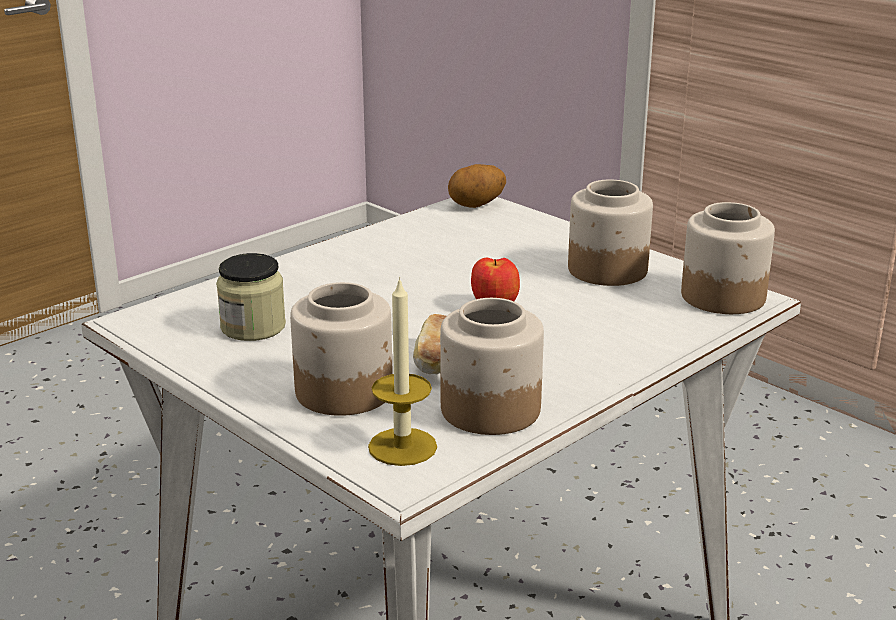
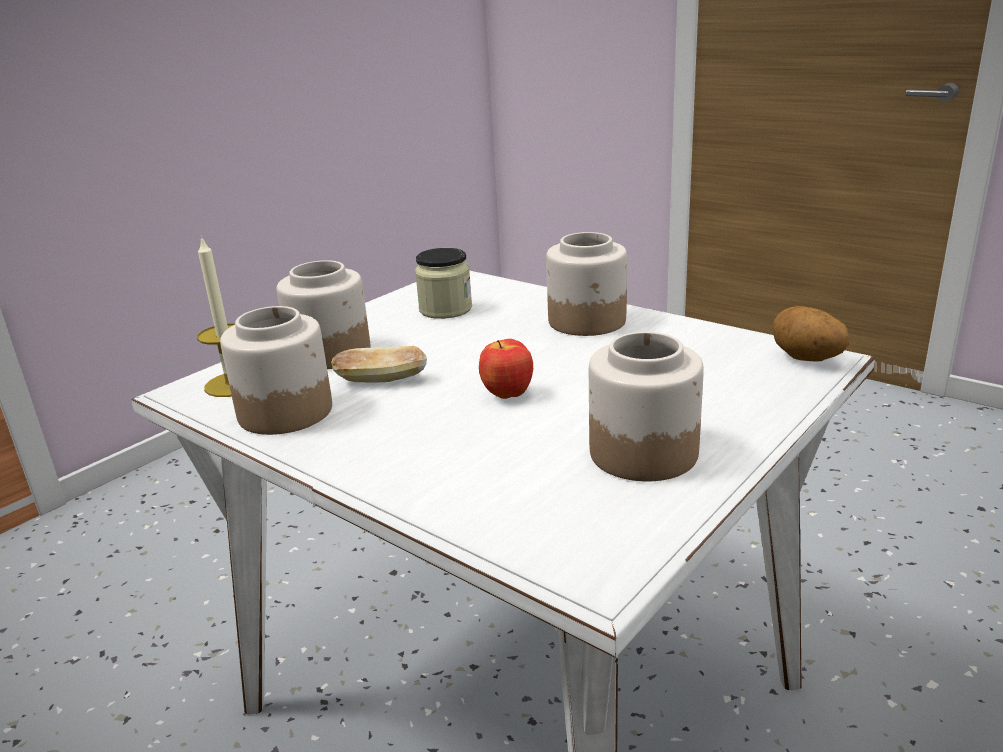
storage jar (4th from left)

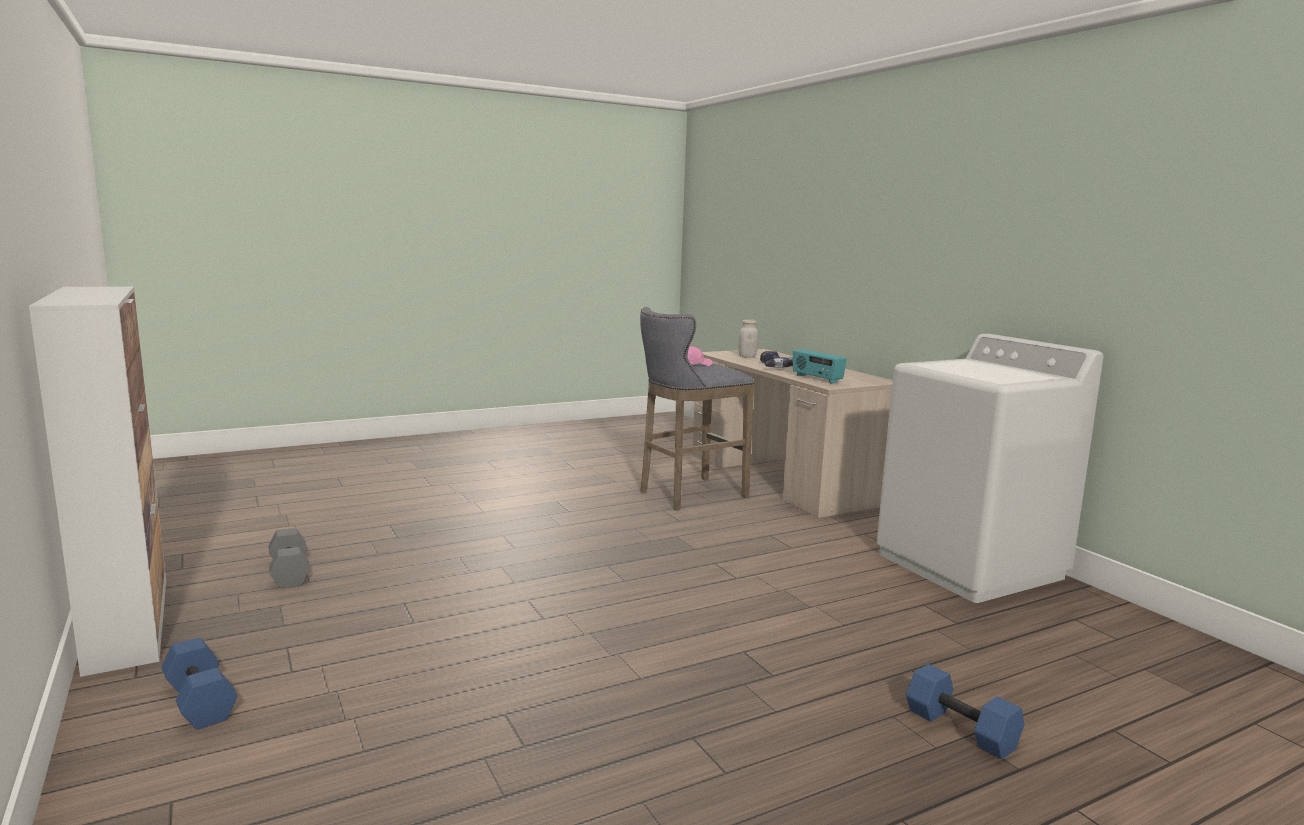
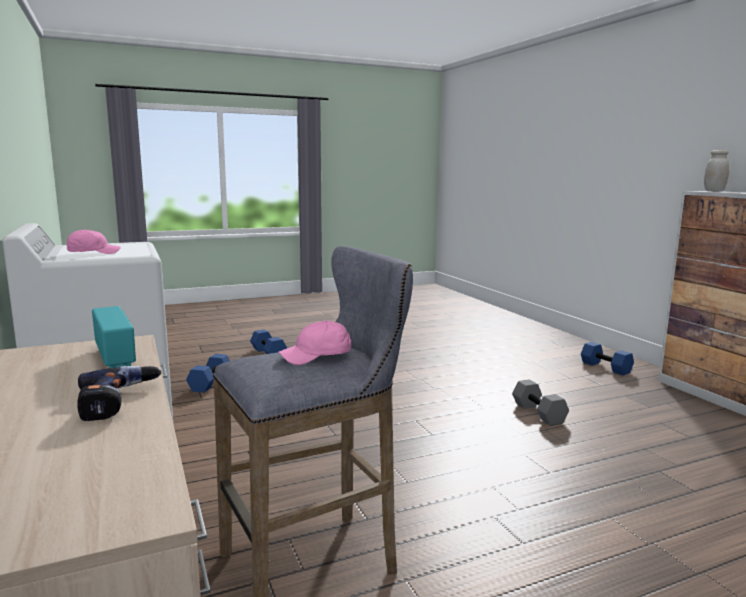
white-coloured storage jar
greyish hand weight
pink cap (1st from left)
bluish hand weight (1st from left)

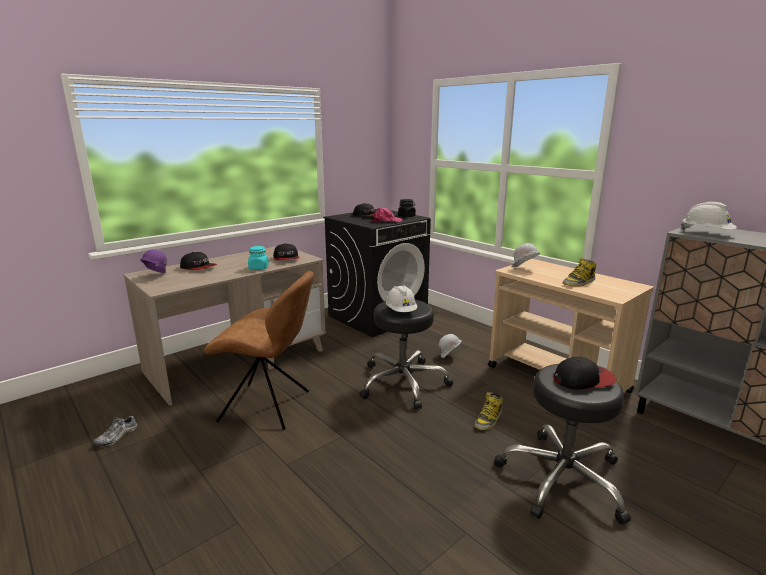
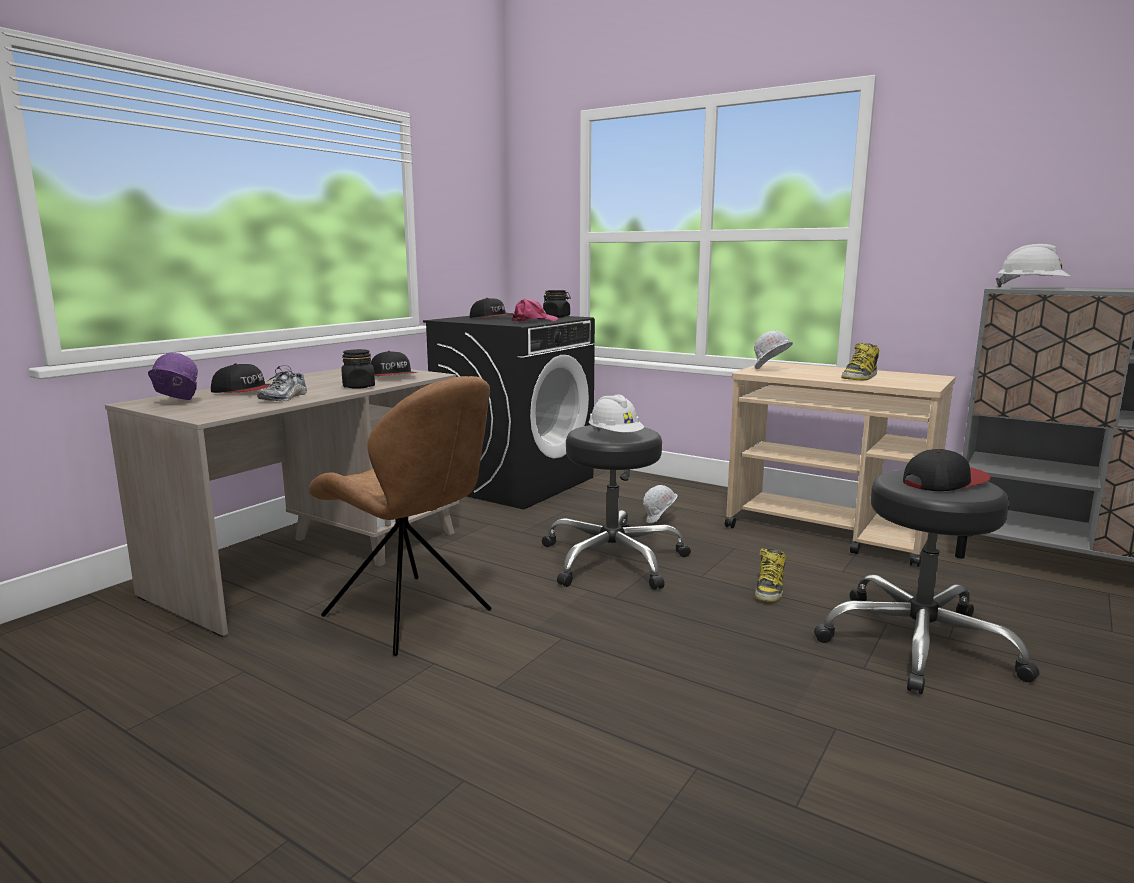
black-coloured storage jar (1st from left)
brown upright chair
item of footwear

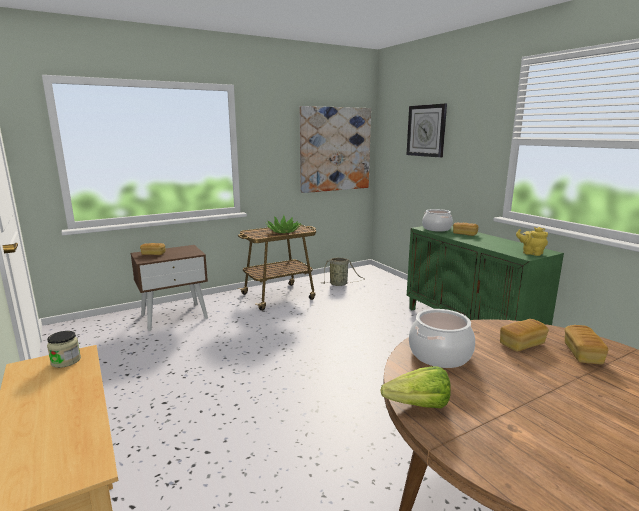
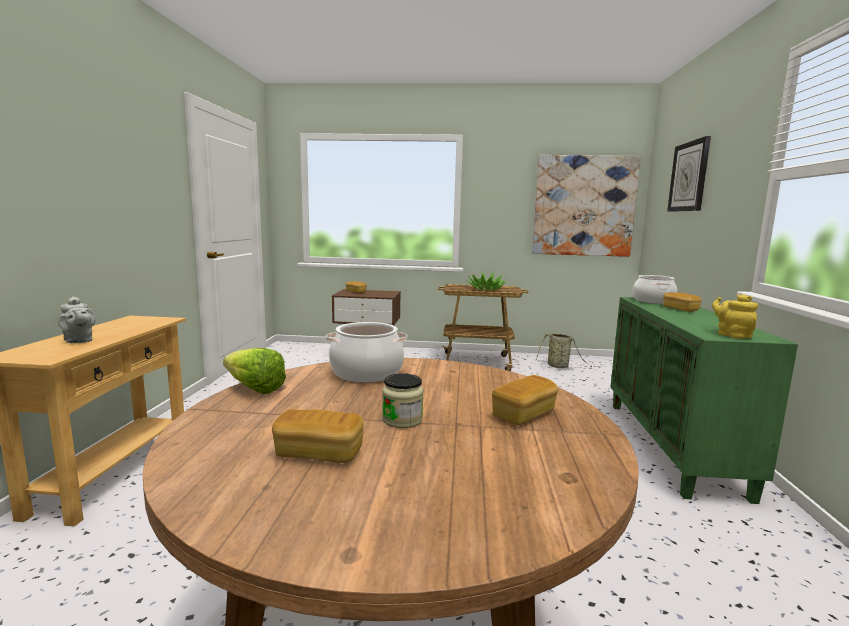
baked bread (1st from left)
storage jar
greyish teapot

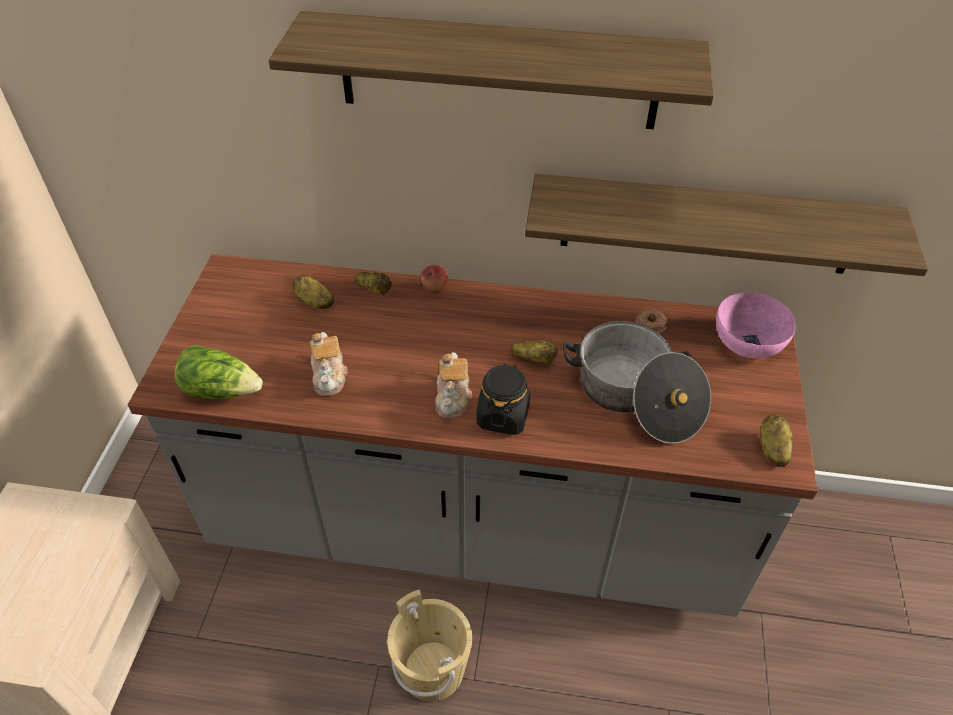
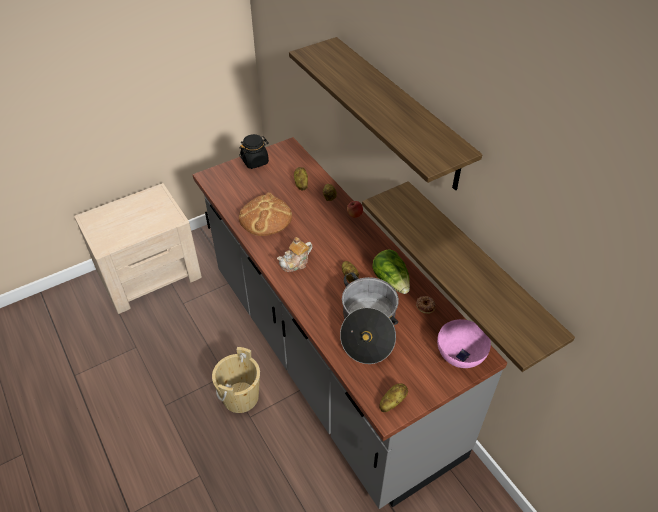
baked bread
head of lettuce
black-coloured storage jar

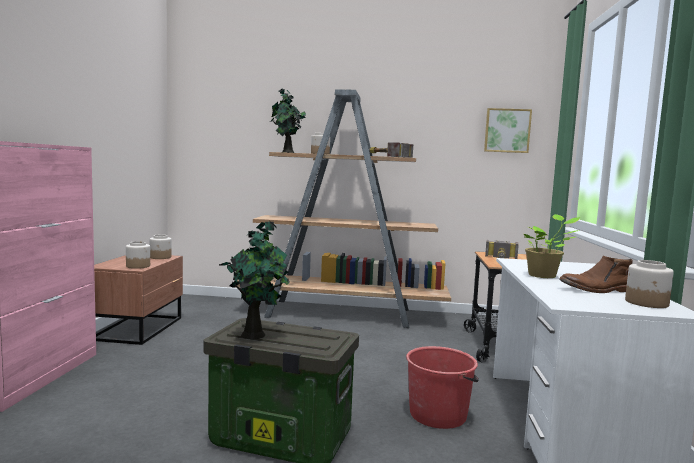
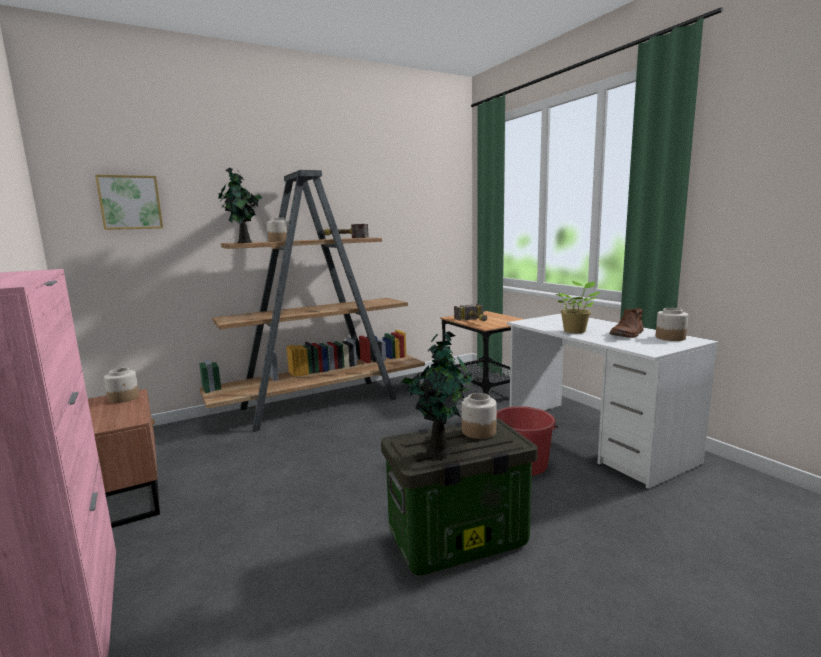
picture
storage jar (3rd from left)

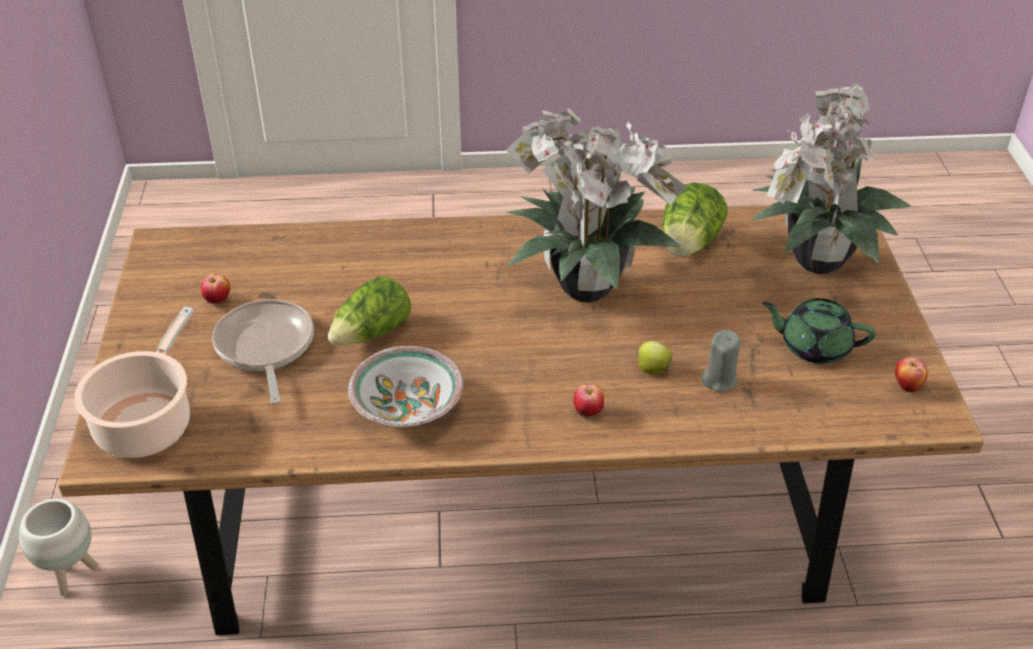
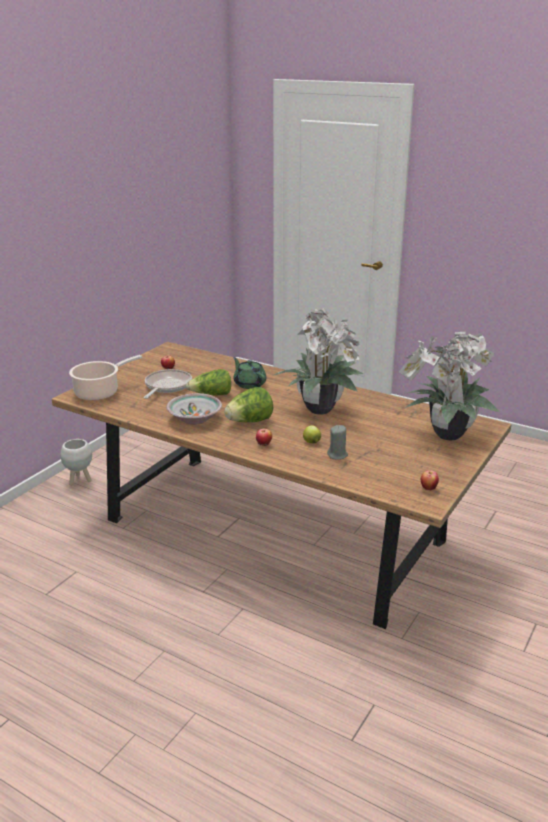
head of lettuce (2nd from left)
greenish teapot

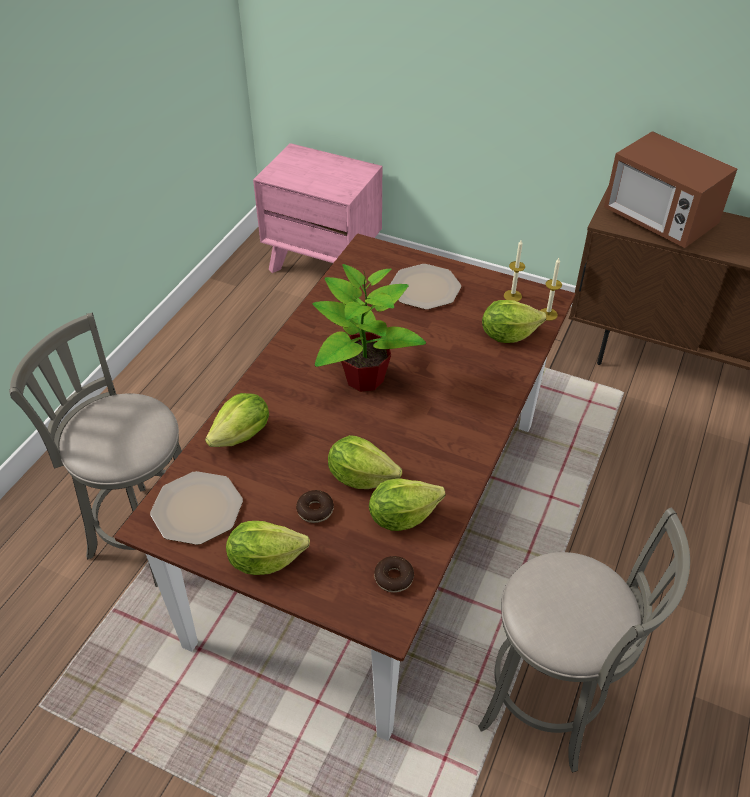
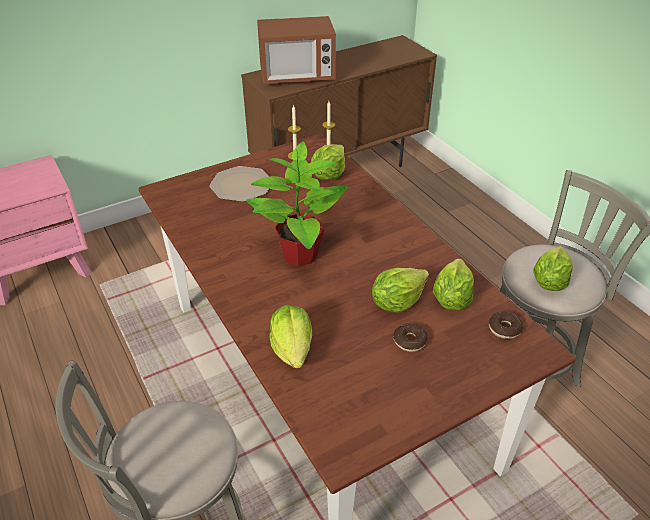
flat dish (1st from left in the first image)
head of lettuce (5th from left)

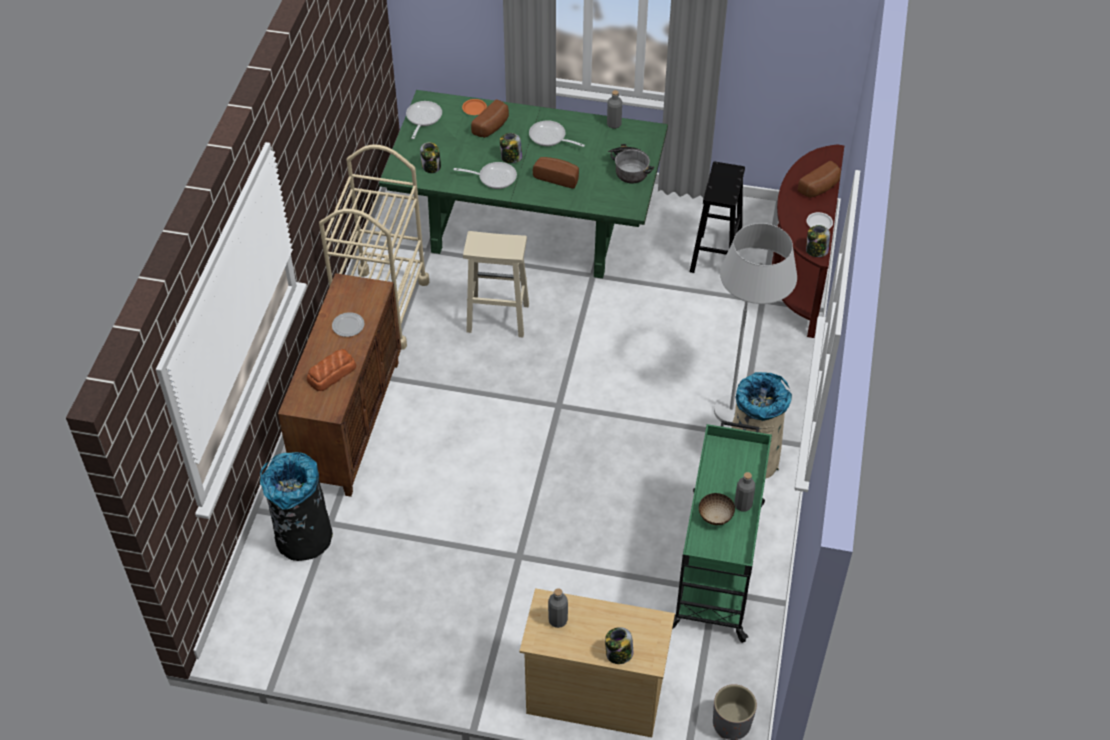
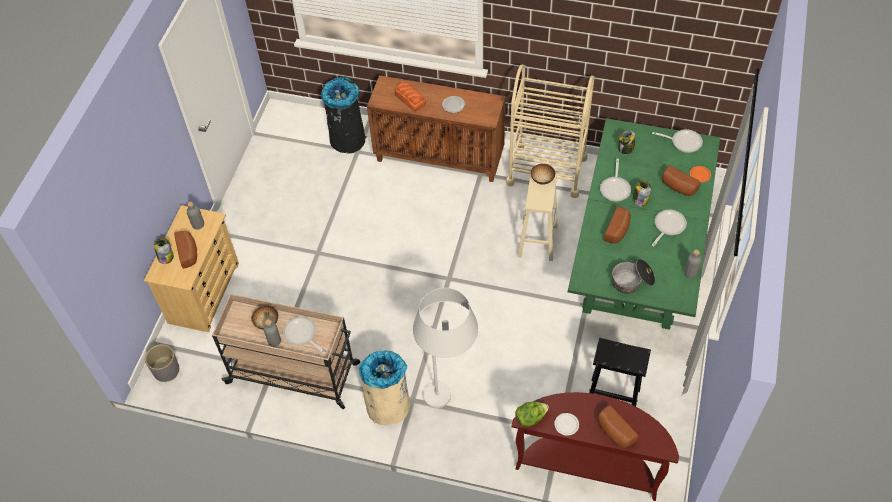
head of lettuce
beige wheeled cart (1st from left)
bowl (2nd from left)
baked bread (1st from left)
frying pan (1st from left)

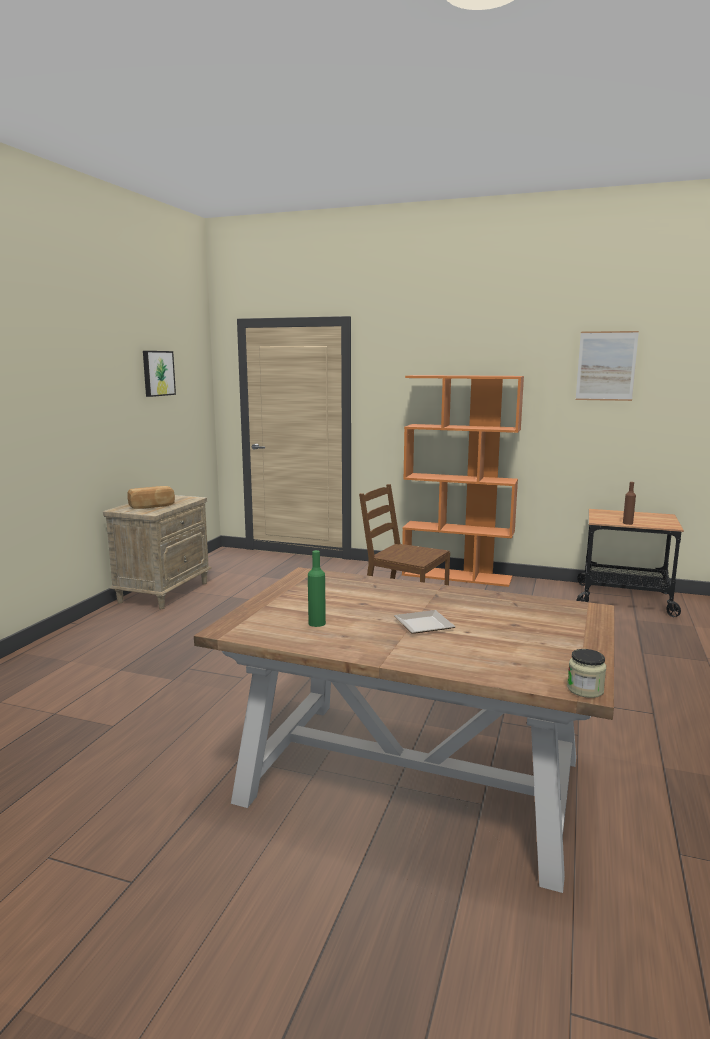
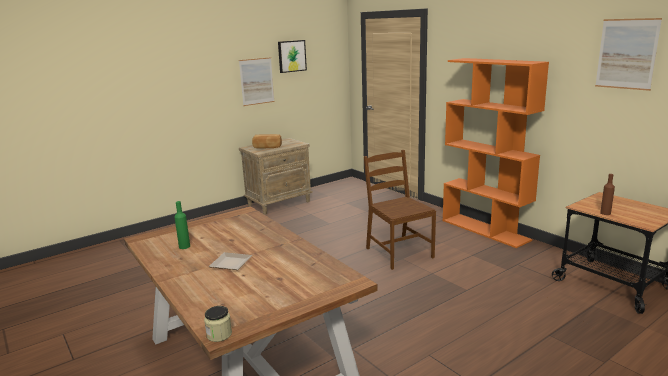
picture (1st from left)

